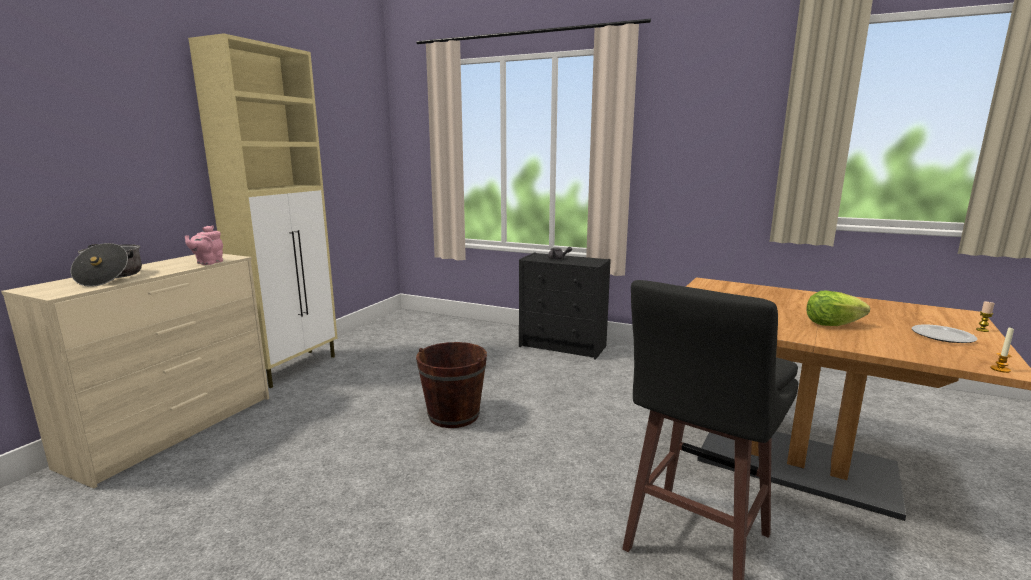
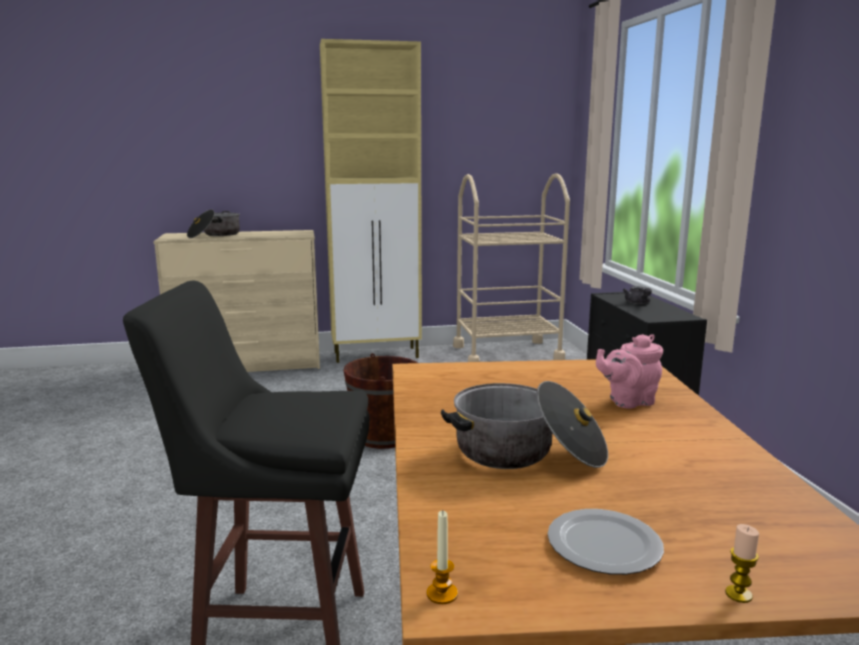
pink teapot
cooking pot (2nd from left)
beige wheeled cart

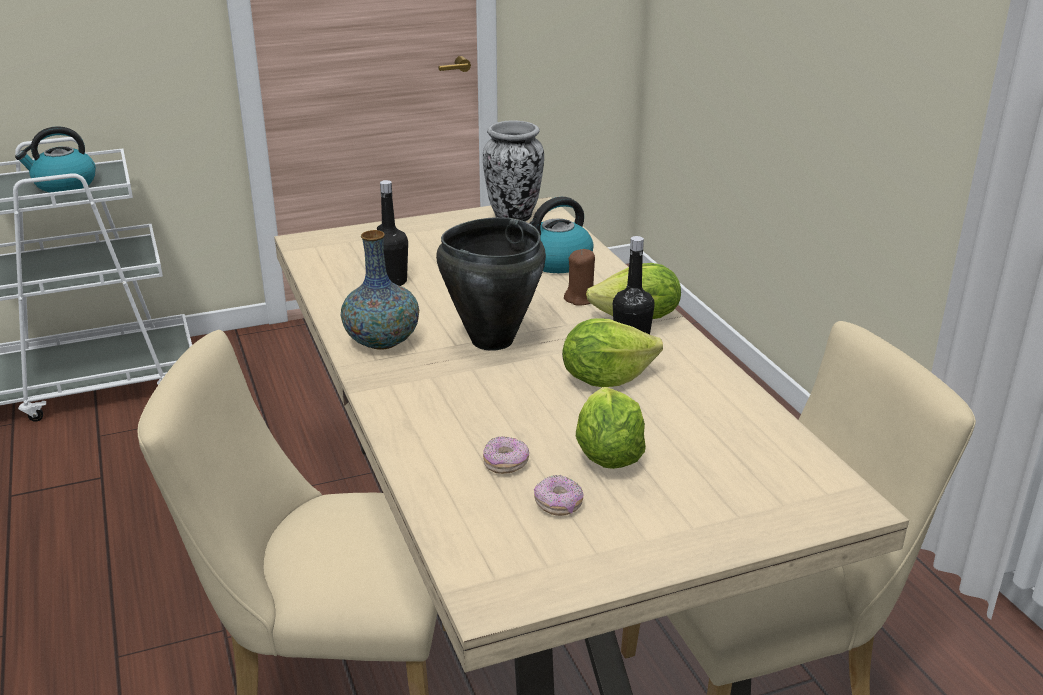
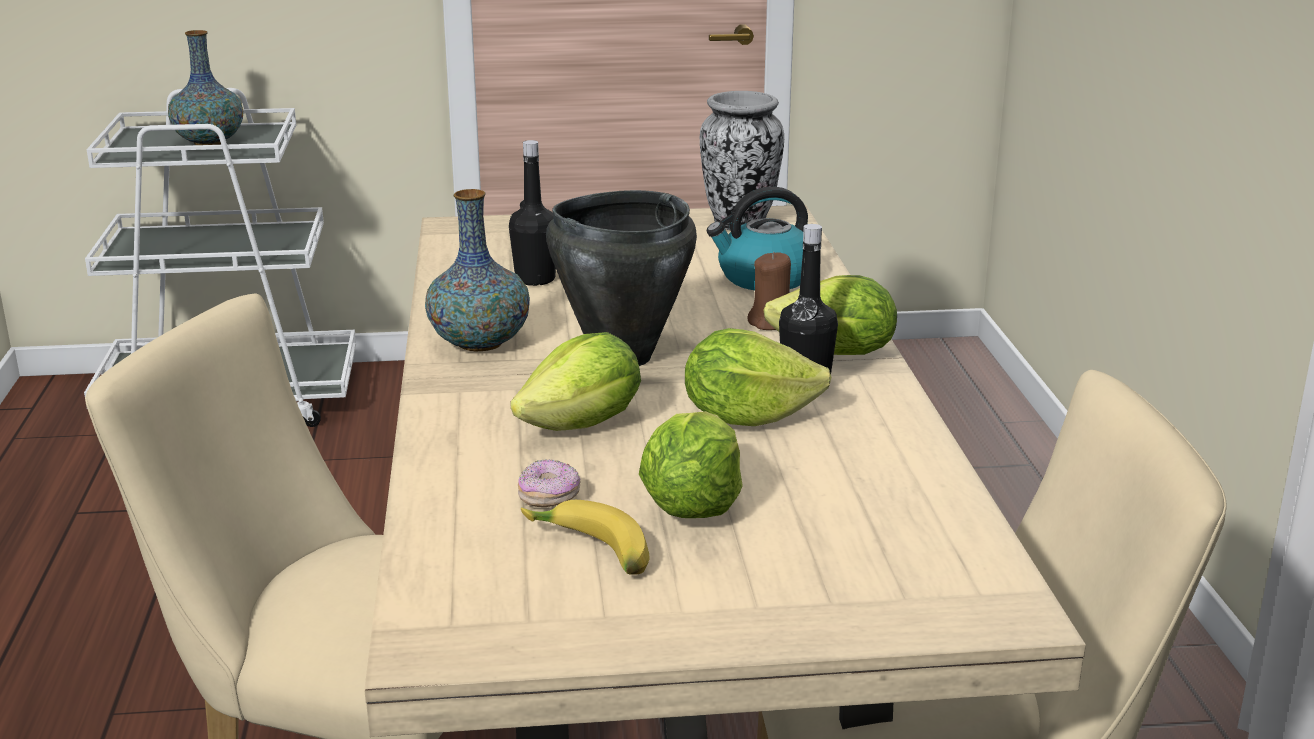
flower vase (1st from left)
banana fruit
head of lettuce (1st from left)

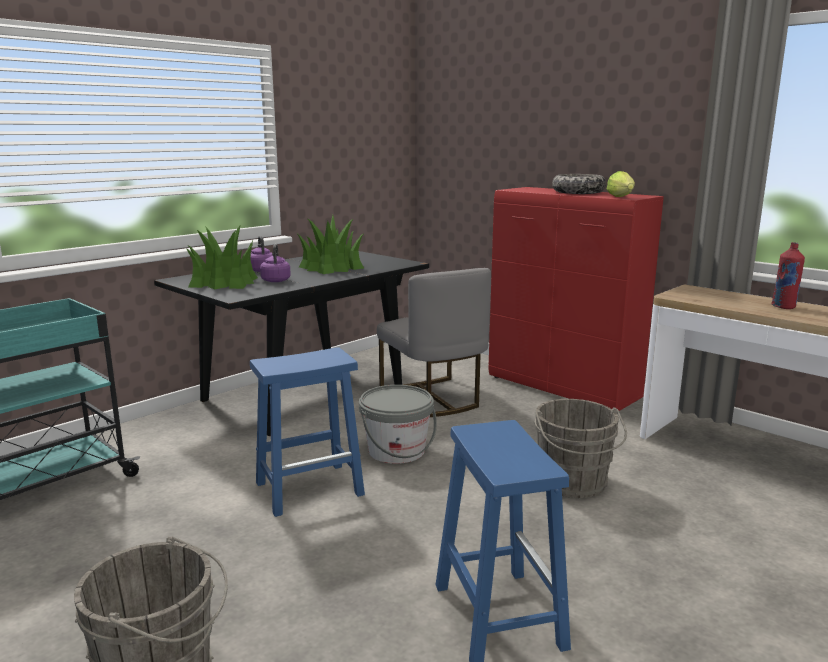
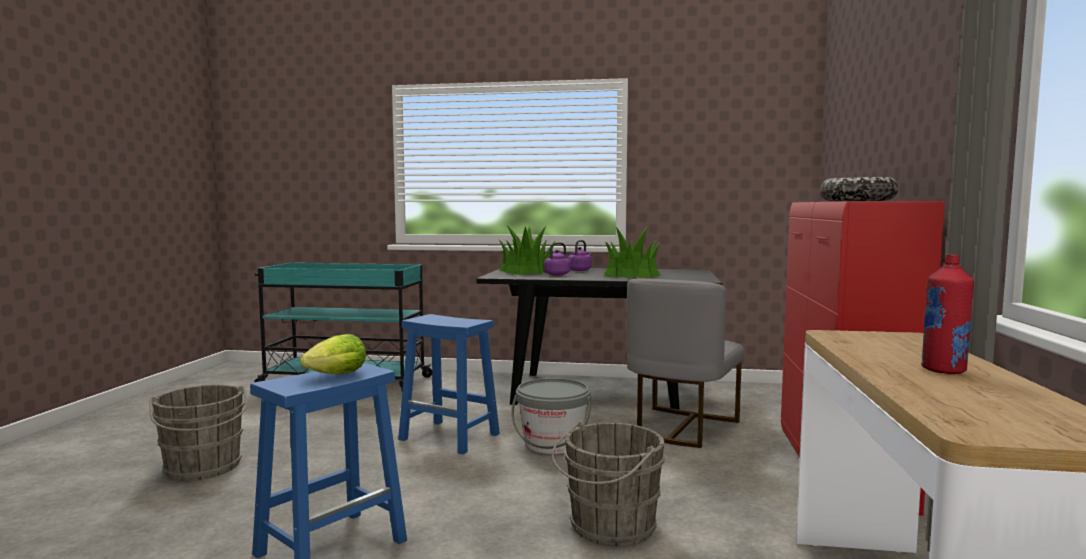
head of lettuce

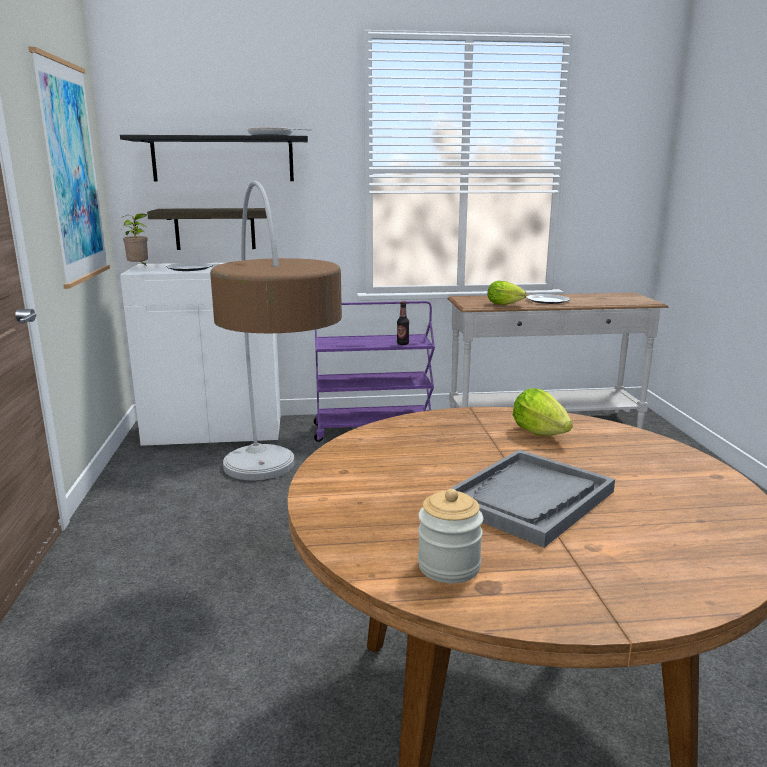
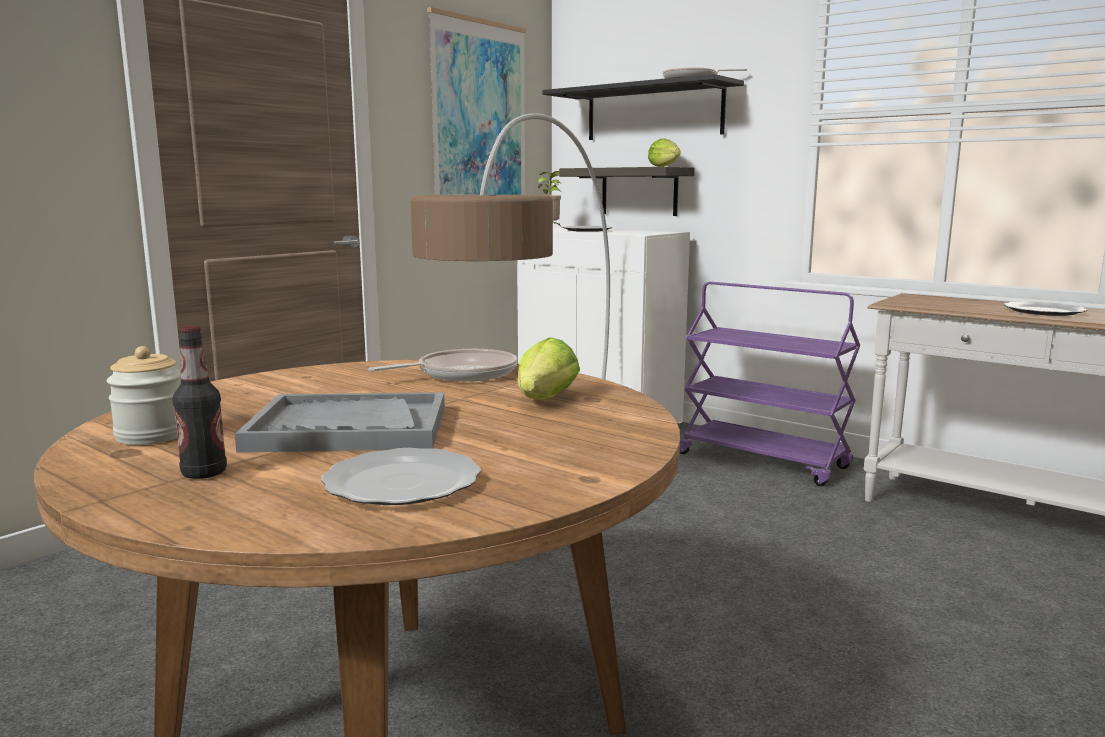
head of lettuce (2nd from left)
beverage bottle
frying pan (1st from left)
flat dish (1st from left)

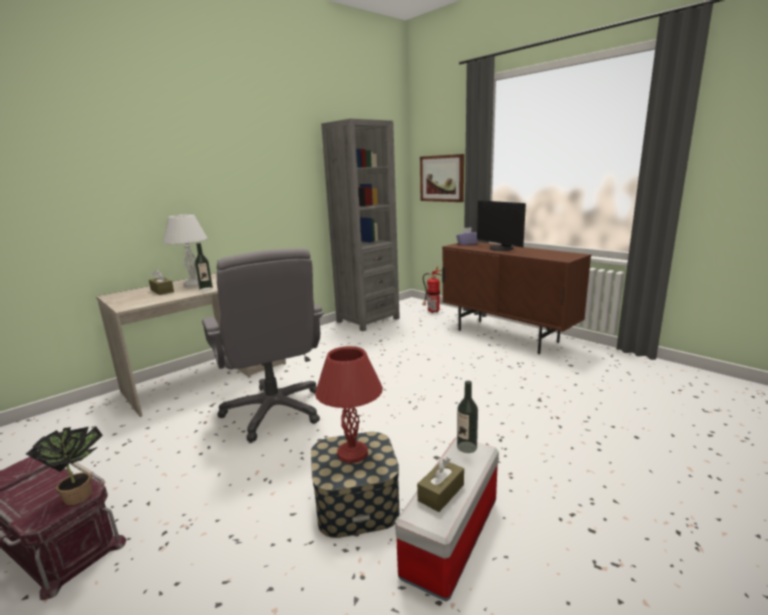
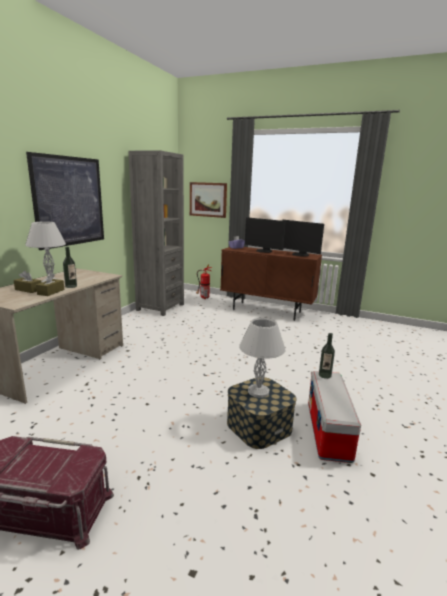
greyish computer chair
white-coloured table lamp (2nd from left)
potted plant
brown tissue holder (2nd from left)
picture (1st from left)
computer screen (2nd from left)

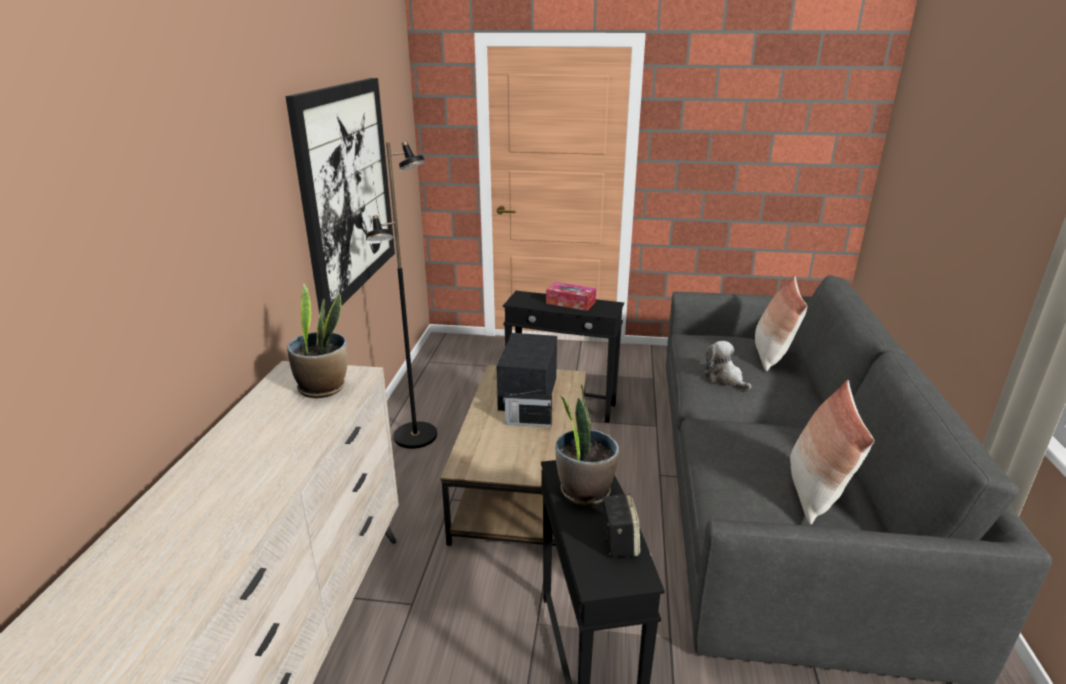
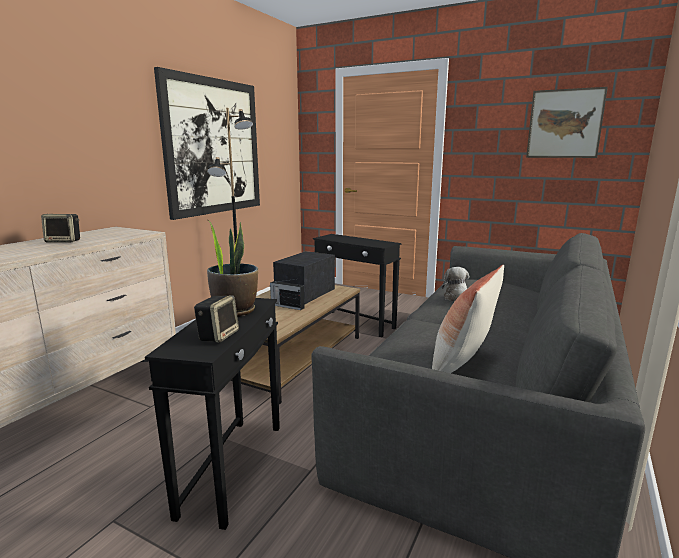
pillow (1st from left in the first image)
tissue holder
potted plant (1st from left in the first image)
picture (2nd from left)
speaker (1st from left)

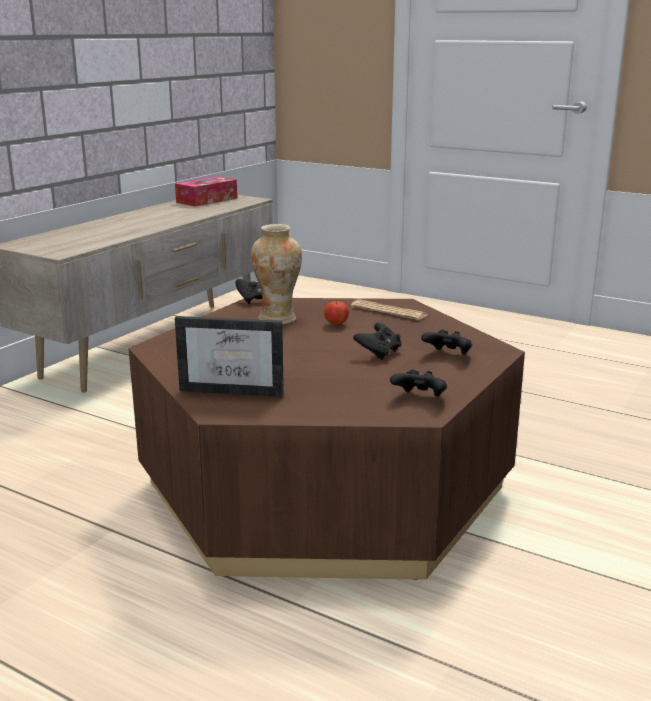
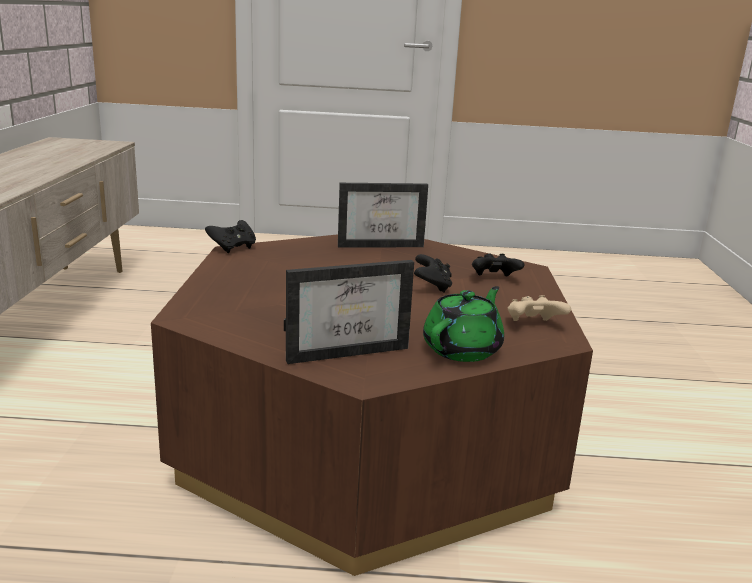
tissue holder
flower vase
standing frame (2nd from left)
apple fruit
beige game controller
greenish teapot

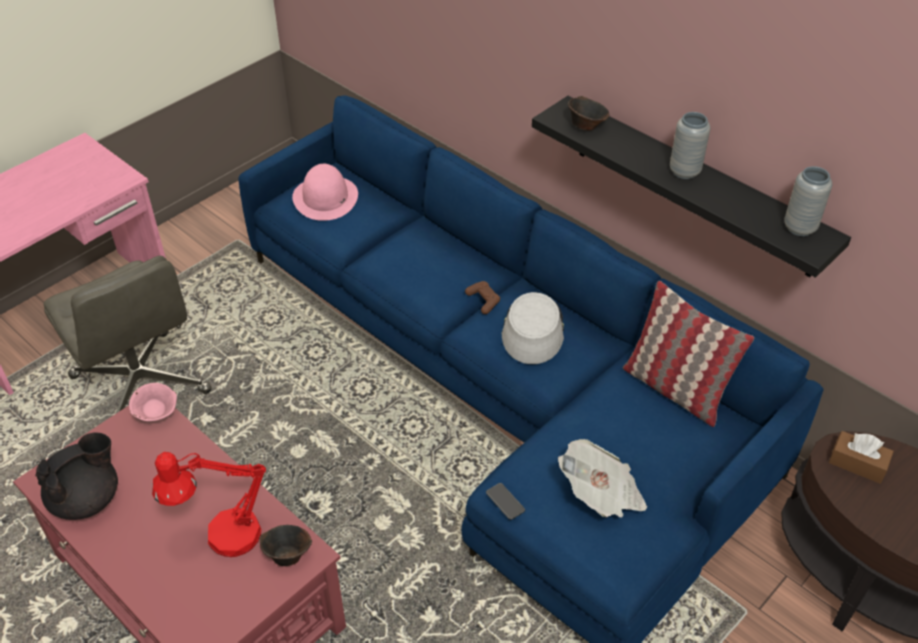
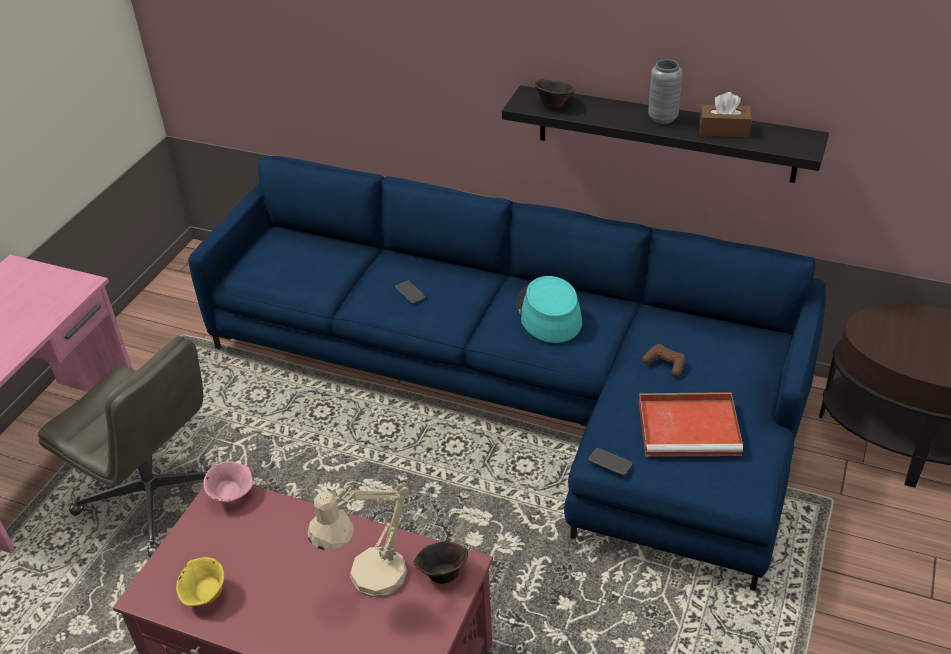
pink hat
greyish flower vase (2nd from left in the first image)
brown game controller
pillow
blue-green hat
brown tissue holder
yellow bowl
red tray
beige table lamp
handset (1st from left)

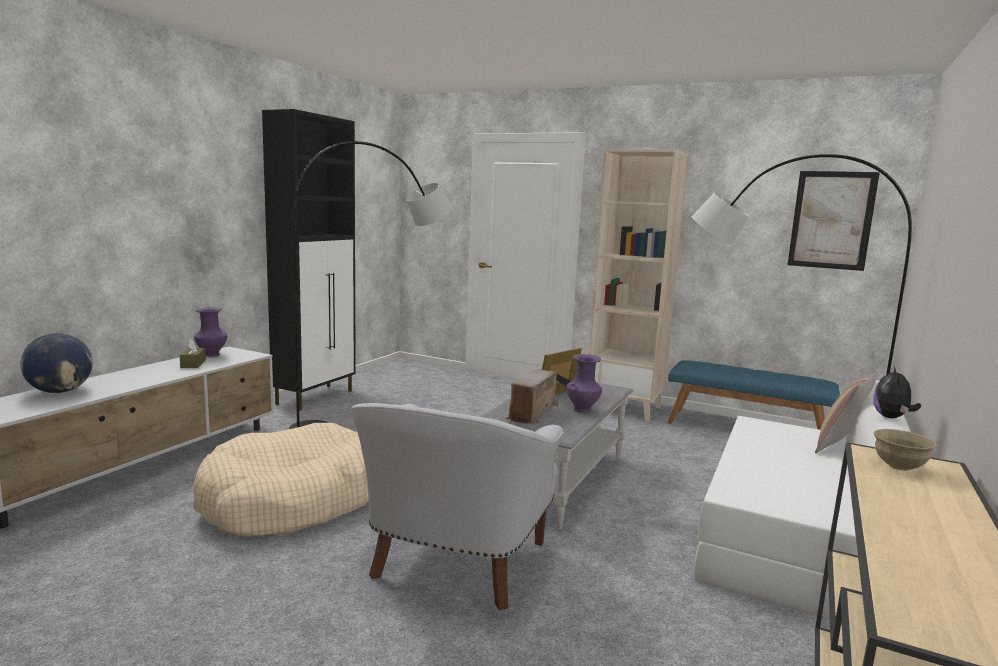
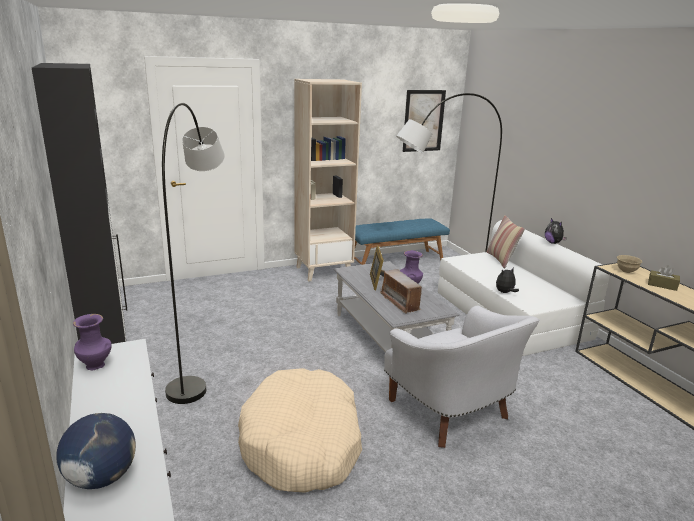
brown tissue holder
cuddly toy (1st from left)

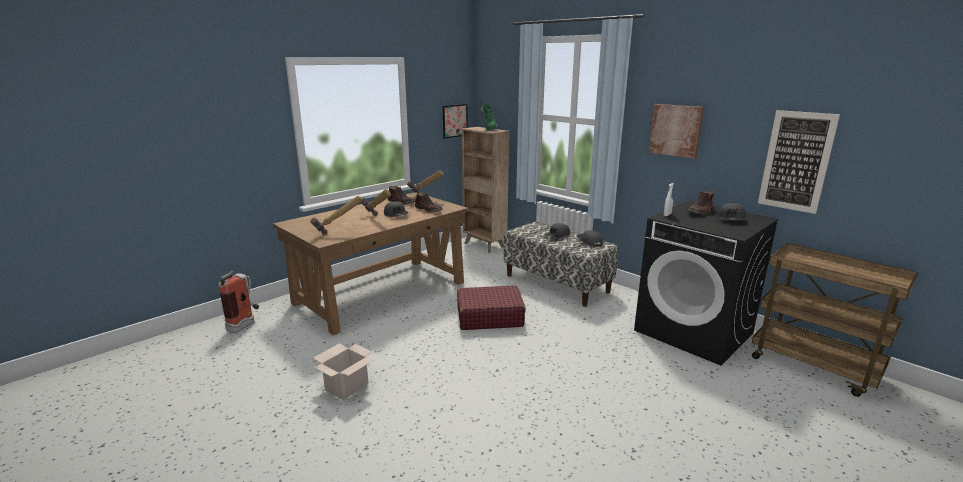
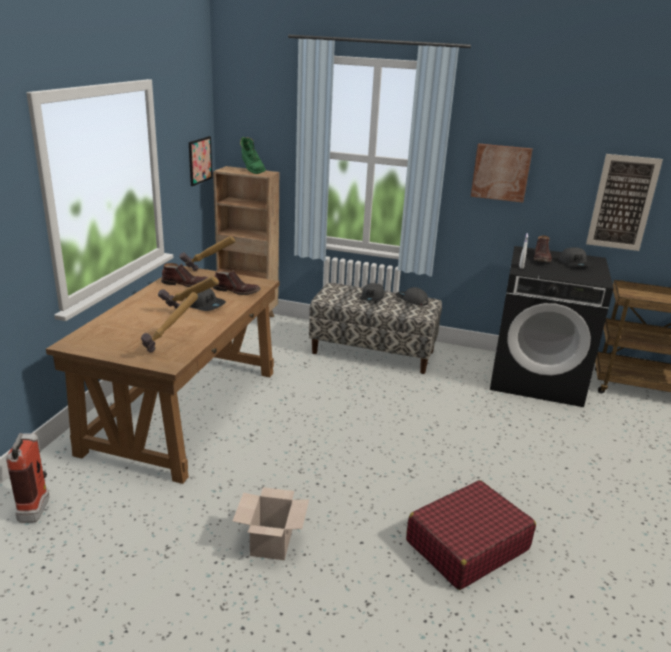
red travel case

